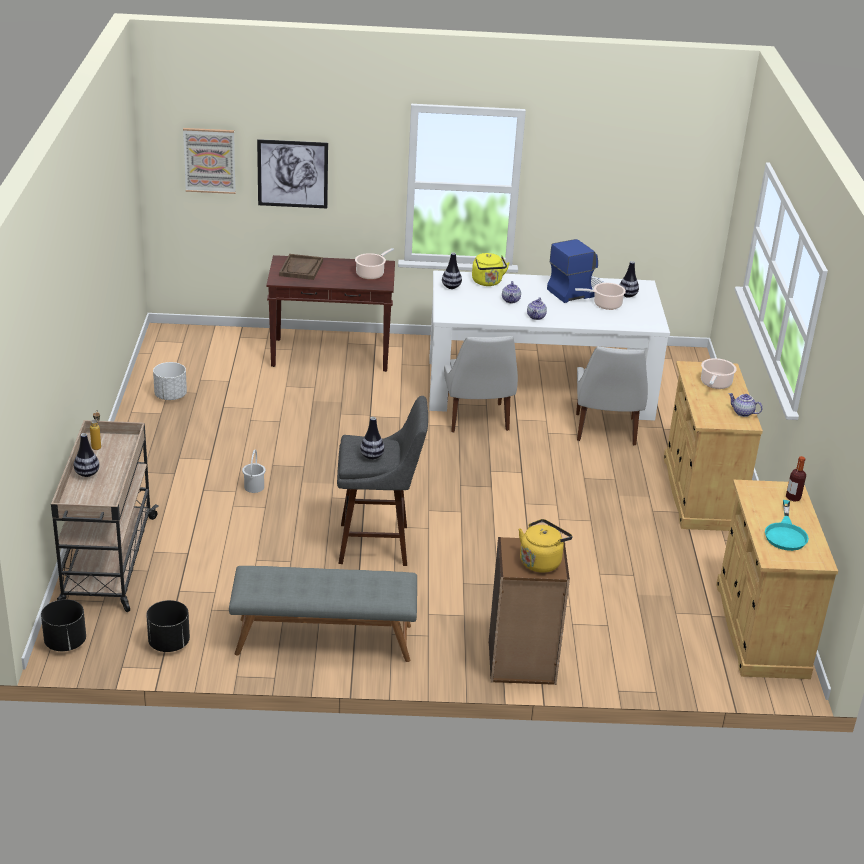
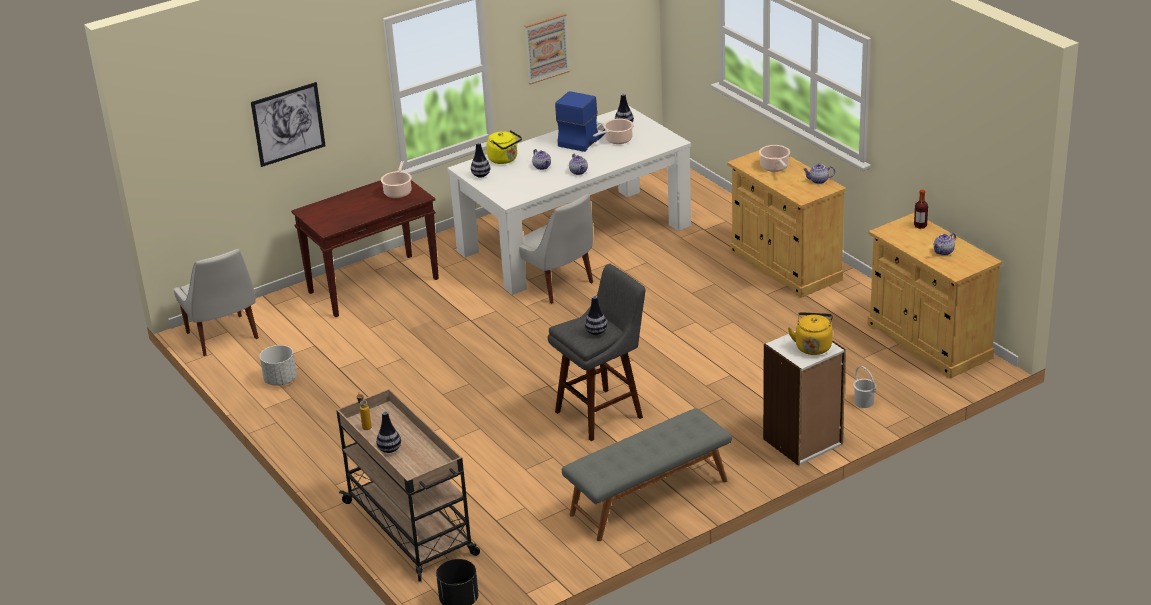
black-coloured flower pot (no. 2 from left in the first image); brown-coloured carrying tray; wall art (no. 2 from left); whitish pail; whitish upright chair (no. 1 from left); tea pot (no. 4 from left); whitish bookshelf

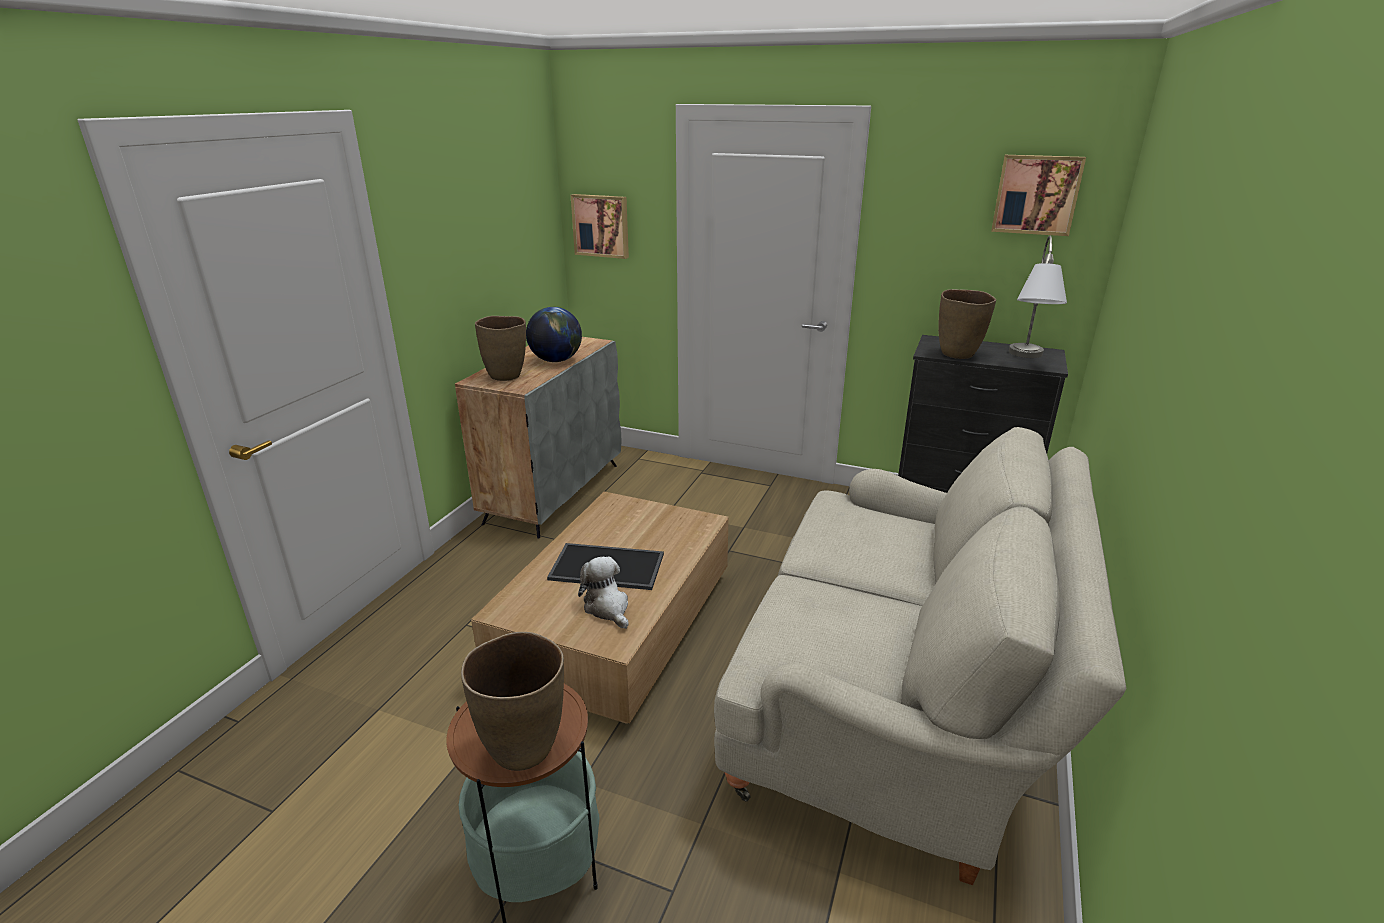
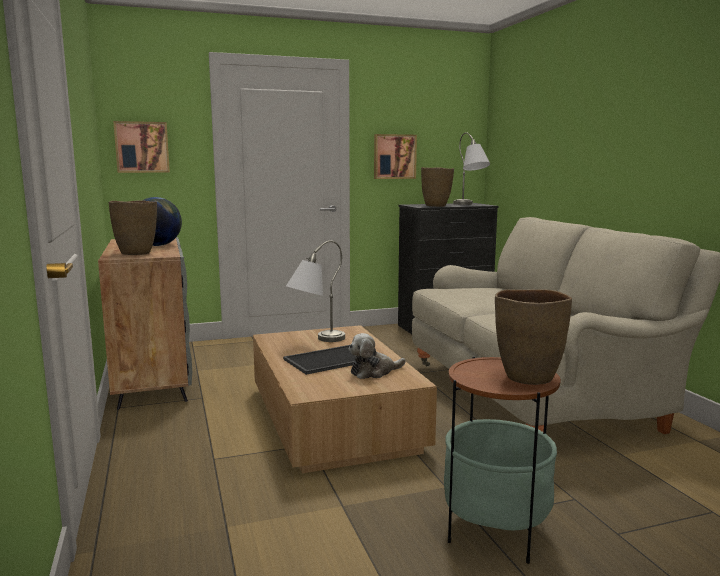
greyish table lamp (no. 1 from left); wall art (no. 2 from left); cuddly toy

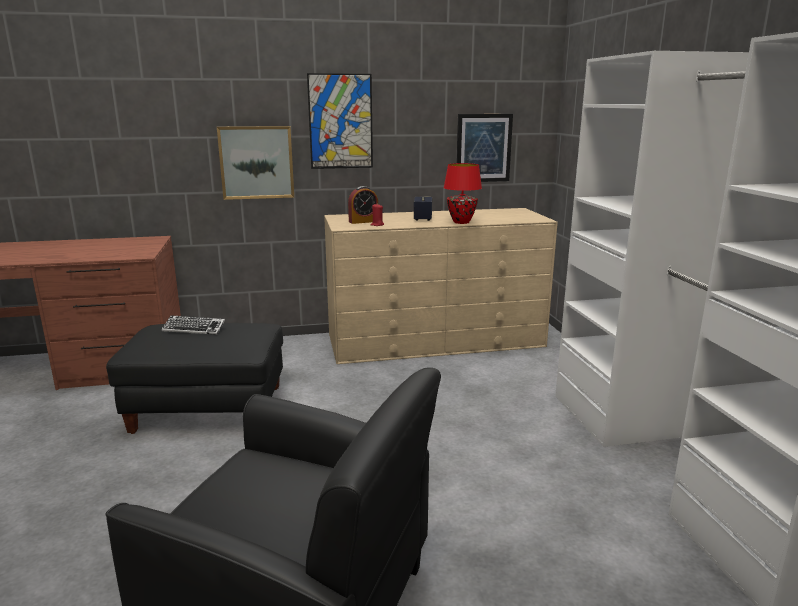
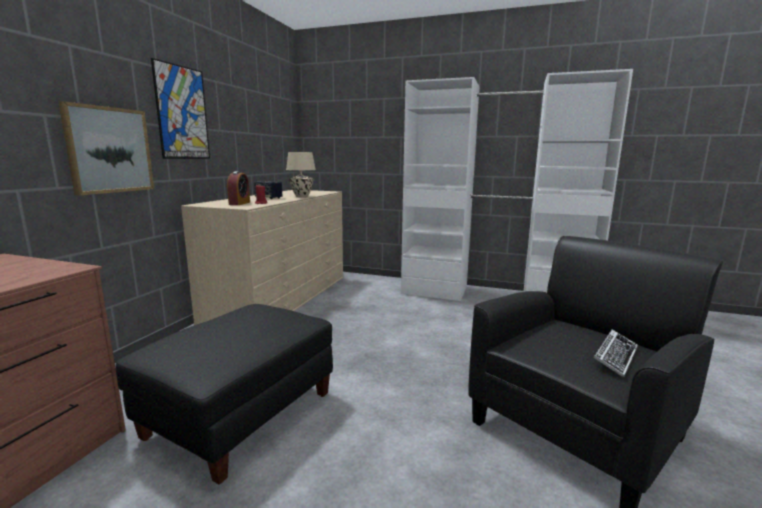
wall art (no. 3 from left in the first image); computer keyboard; beige table lamp

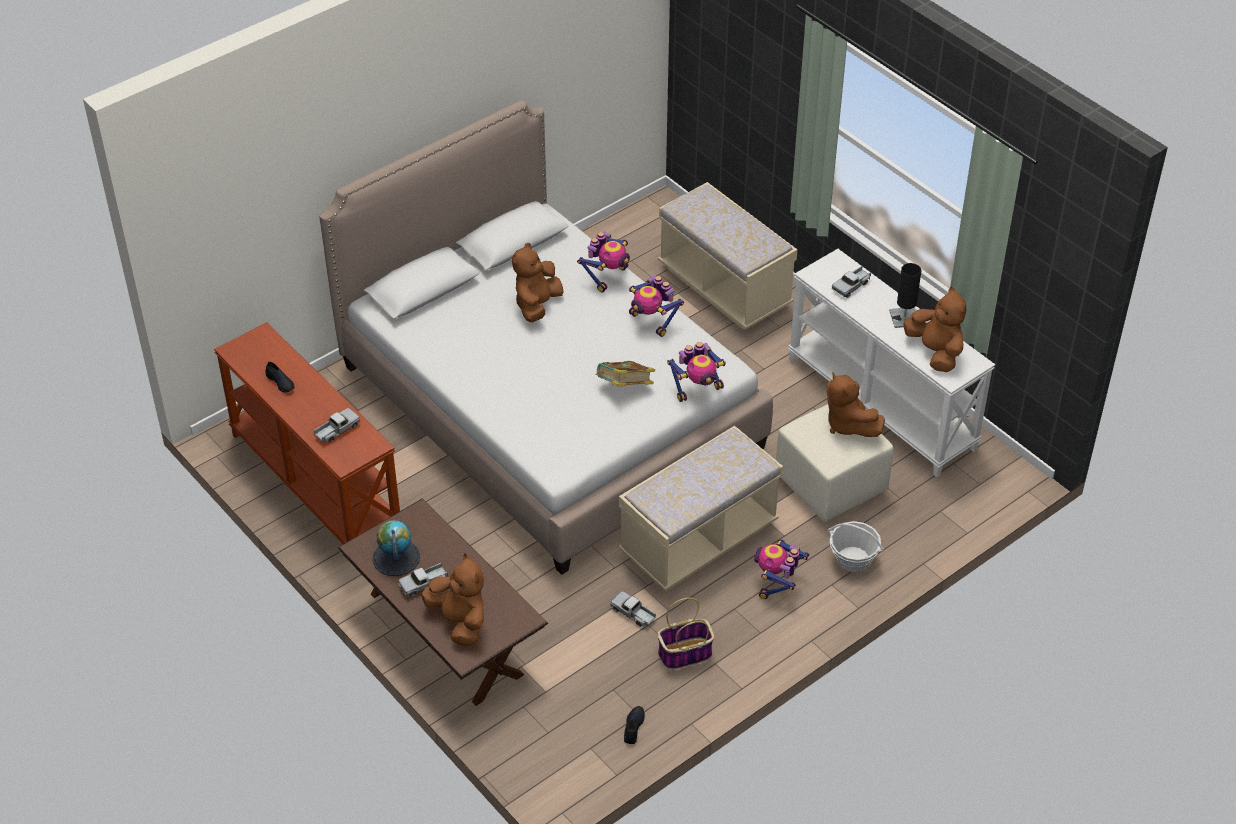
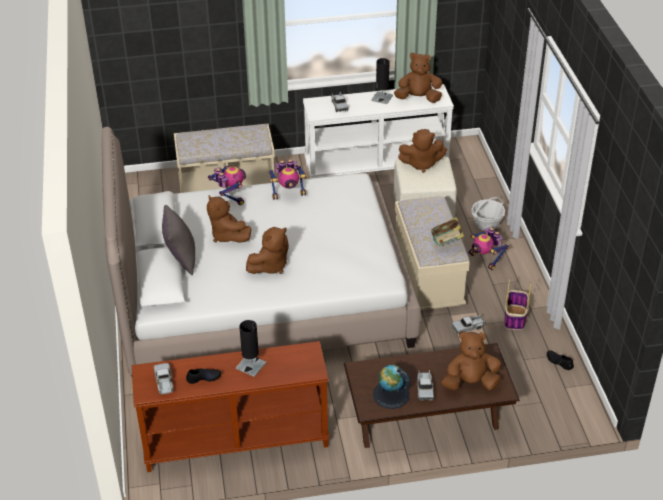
model robot (no. 3 from left in the first image); greyish pillow; black-coloured table lamp (no. 1 from left); brown-coloured cuddly toy (no. 2 from left); toy lorry (no. 1 from left); volume

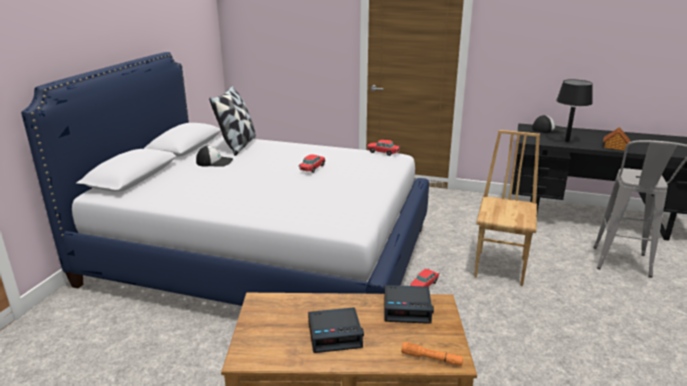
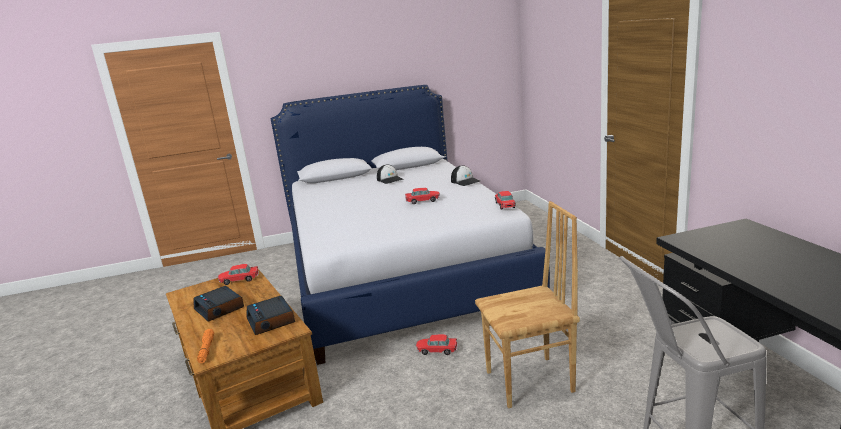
pillow; black-coloured table lamp; toy house; model car (no. 1 from left); peaked cap (no. 2 from left)

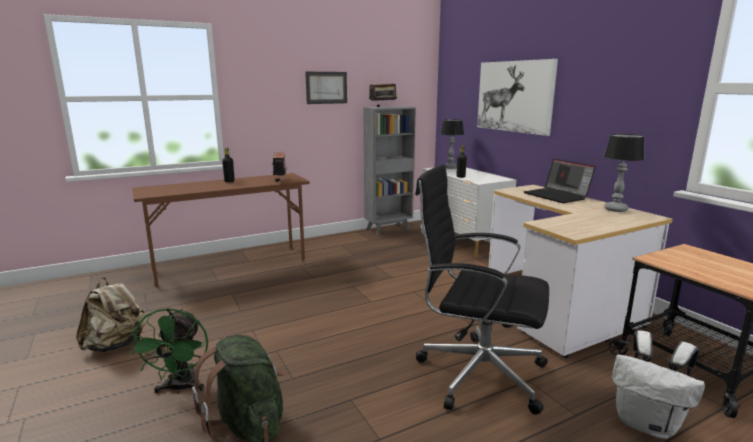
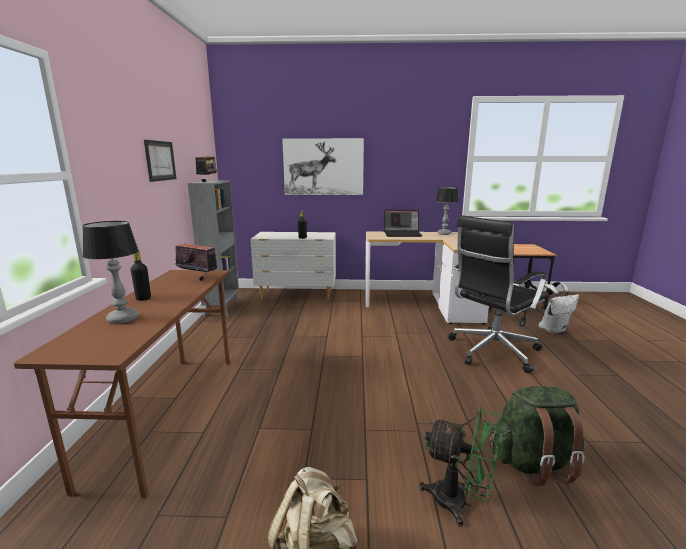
table lamp (no. 1 from left)

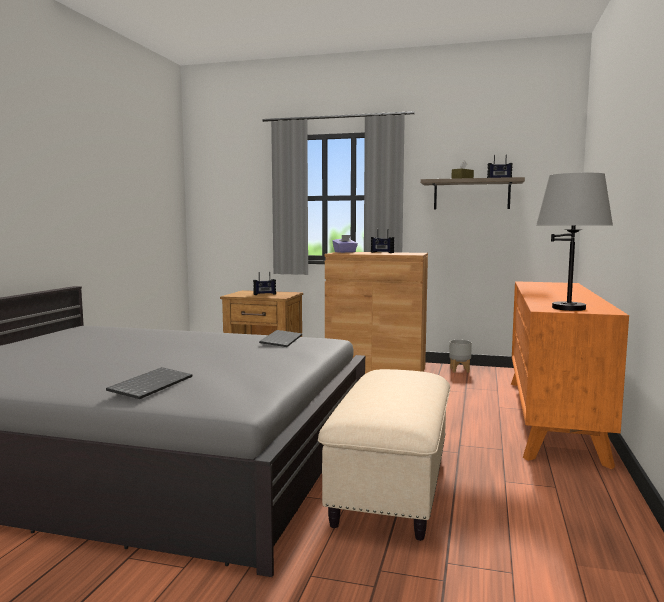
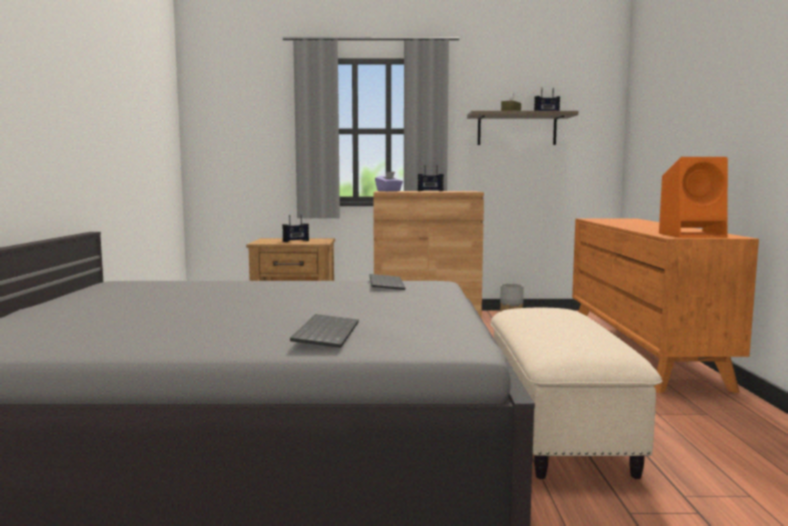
orange-coloured loudspeaker

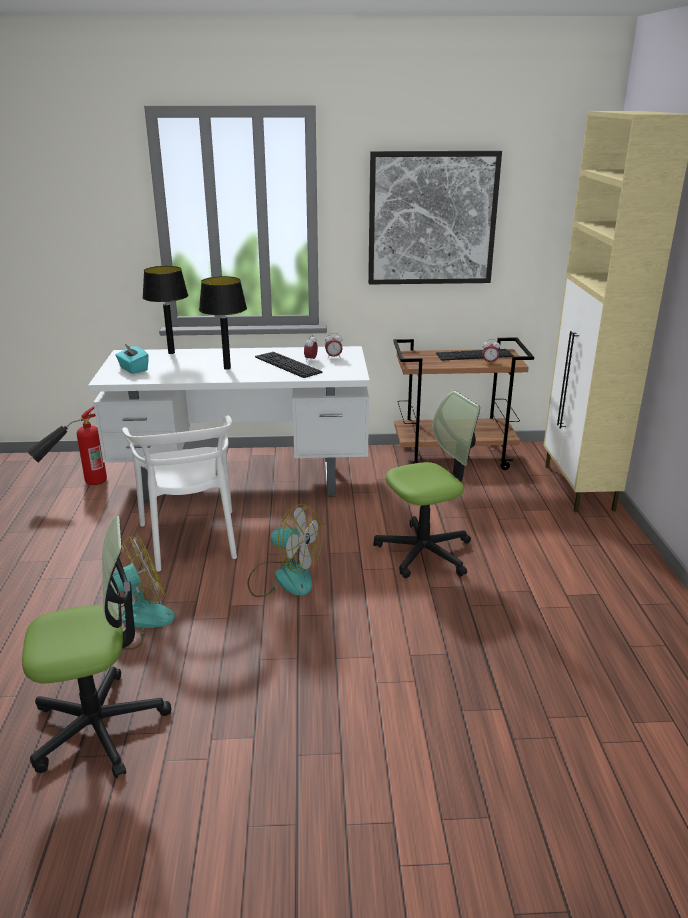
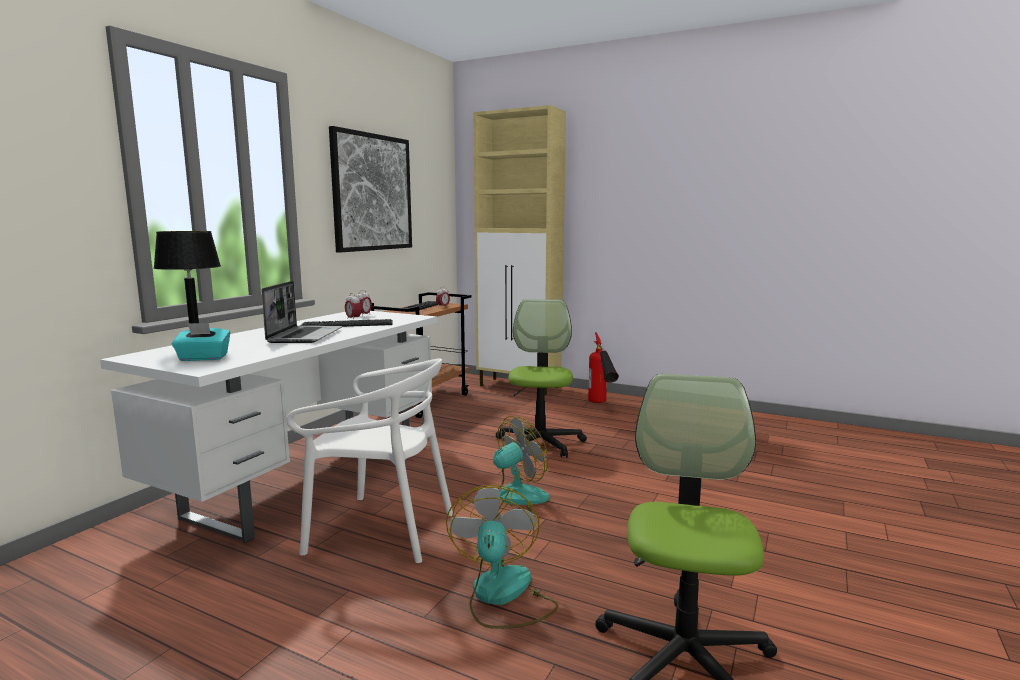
fire extinguisher; portable computer

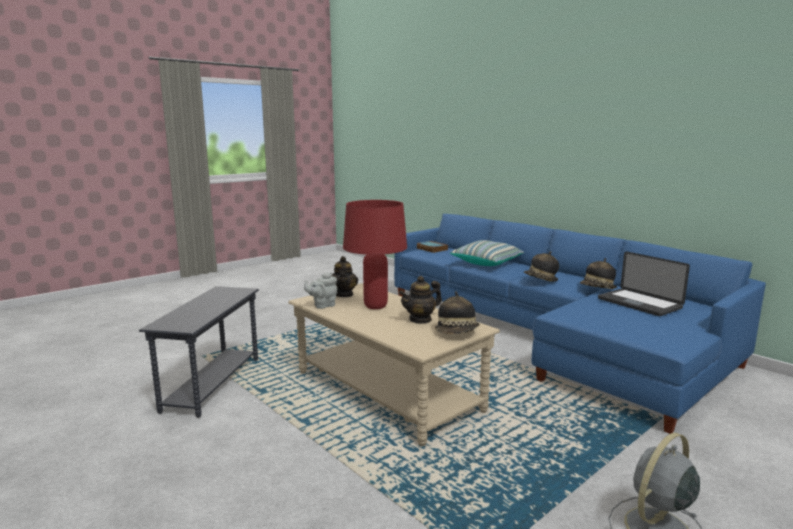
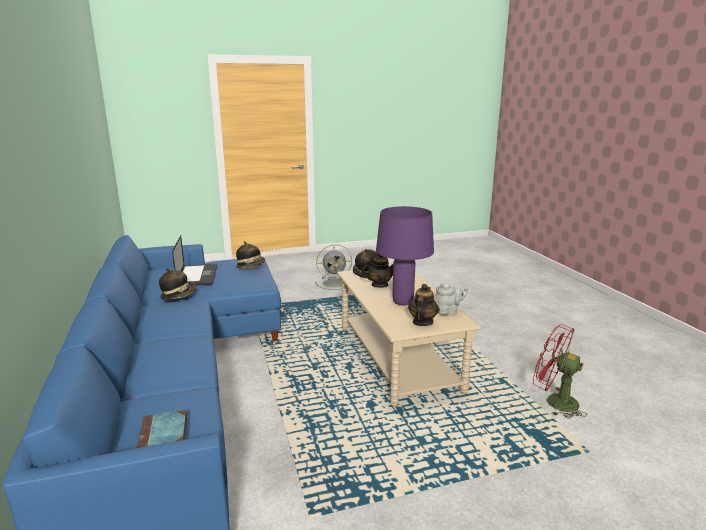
pillow; wearable hat (no. 2 from left); red-coloured electric fan; purple-coloured table lamp

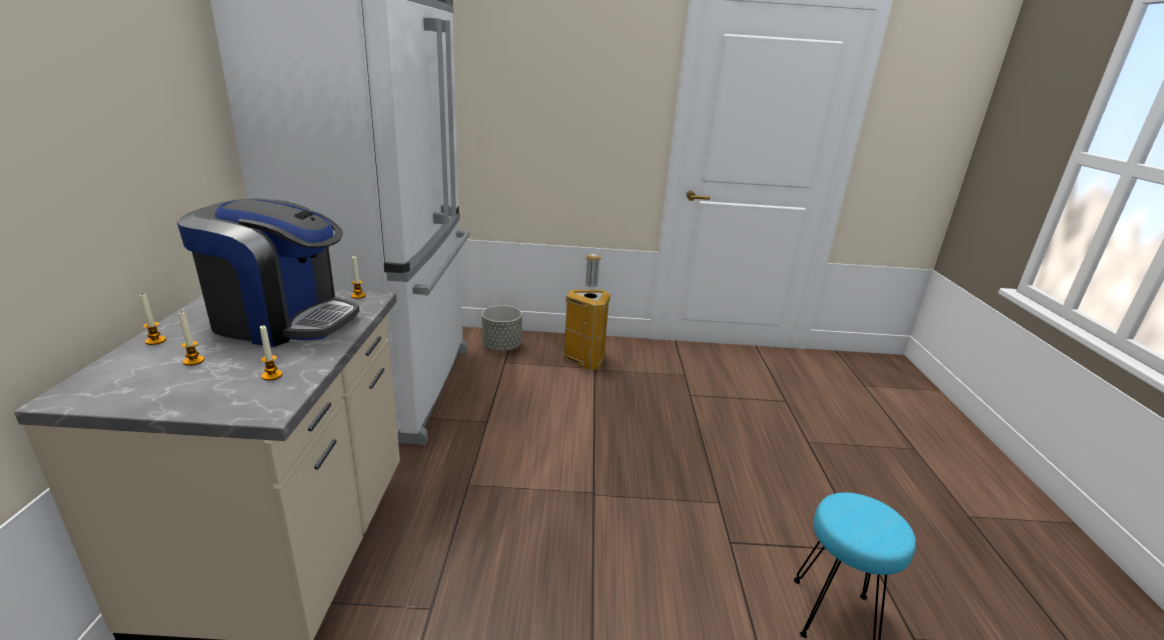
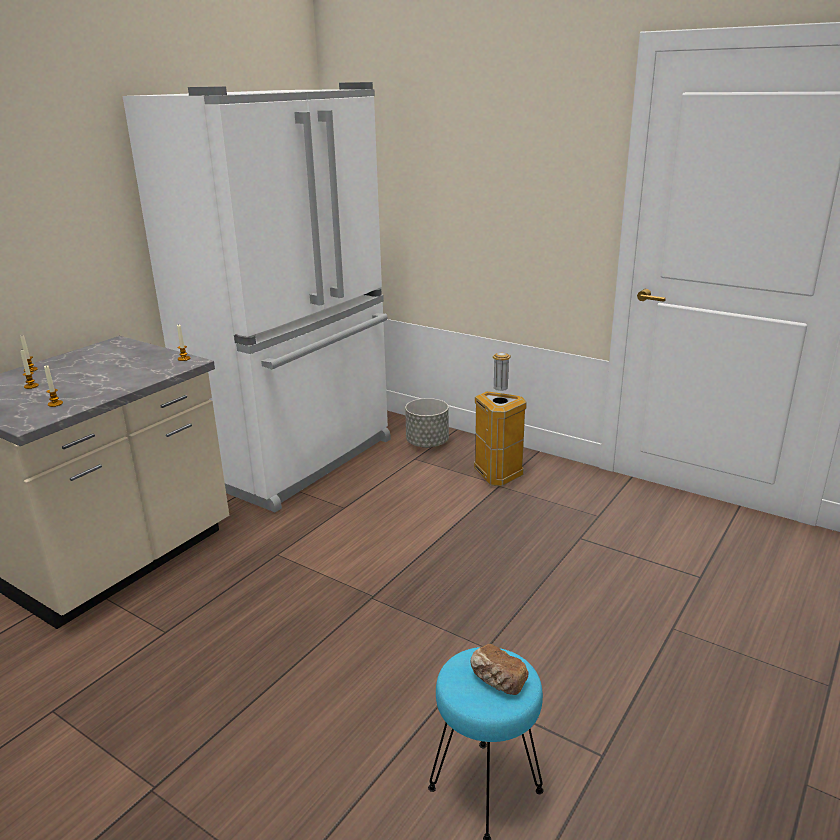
coffee machine; bread

